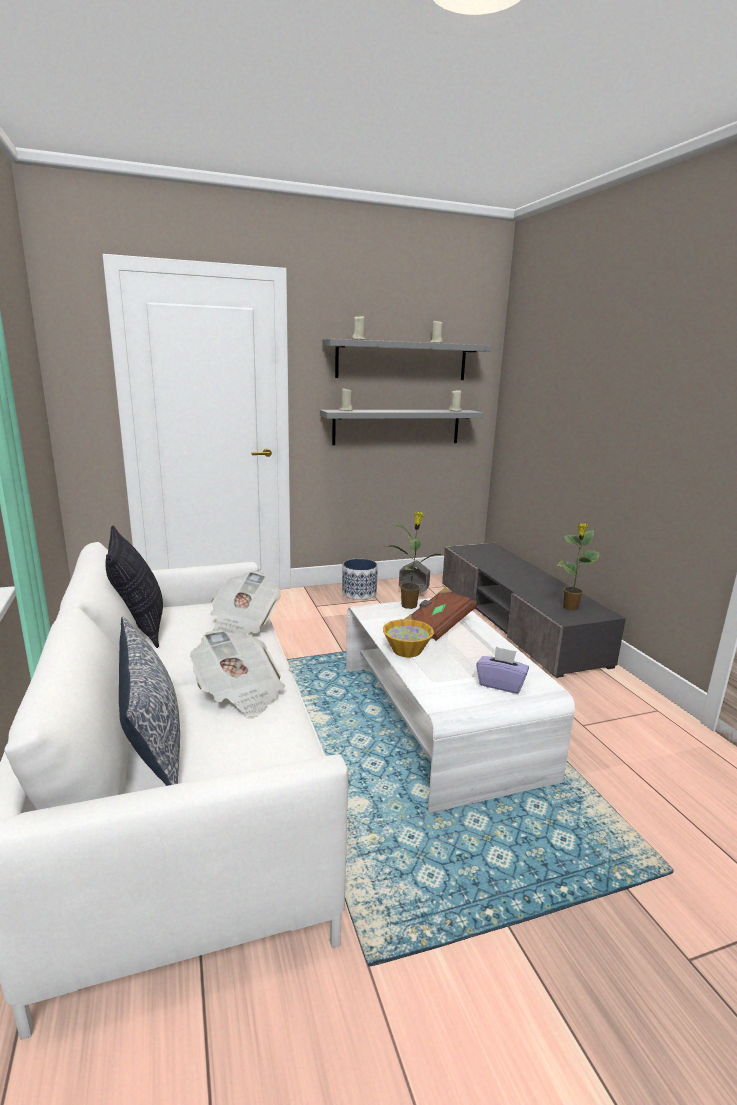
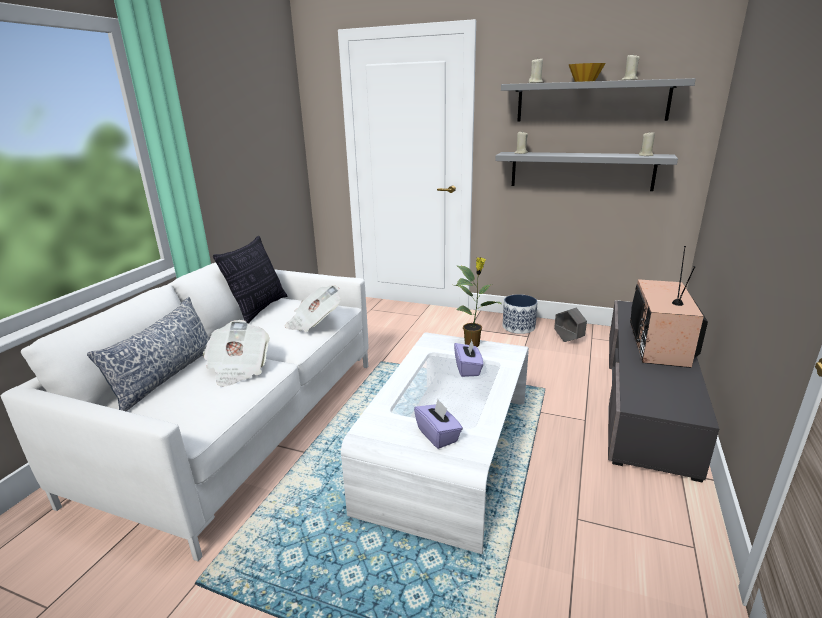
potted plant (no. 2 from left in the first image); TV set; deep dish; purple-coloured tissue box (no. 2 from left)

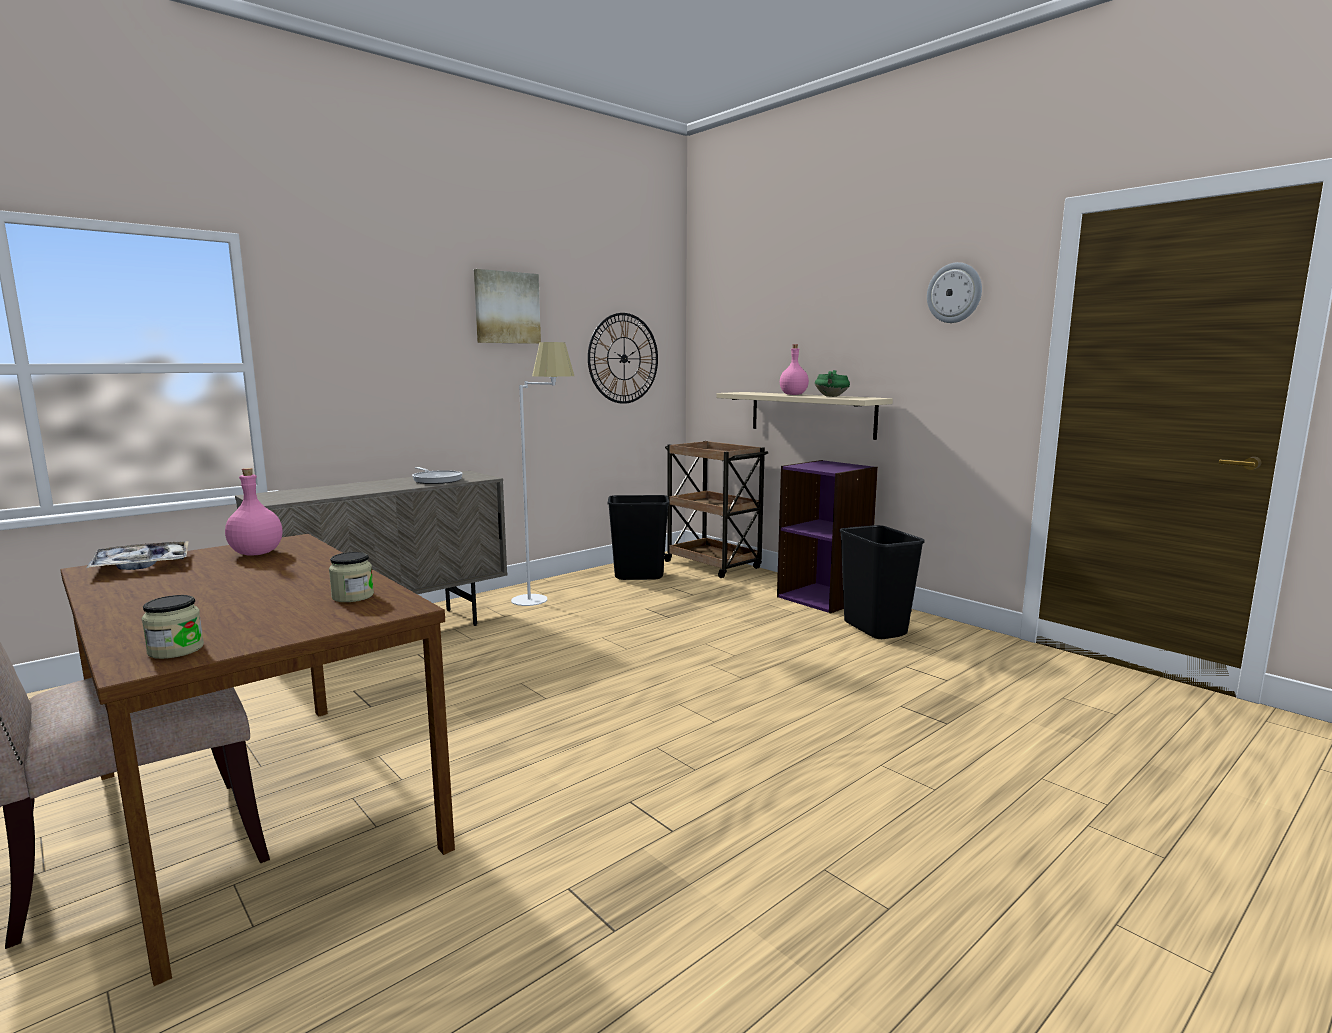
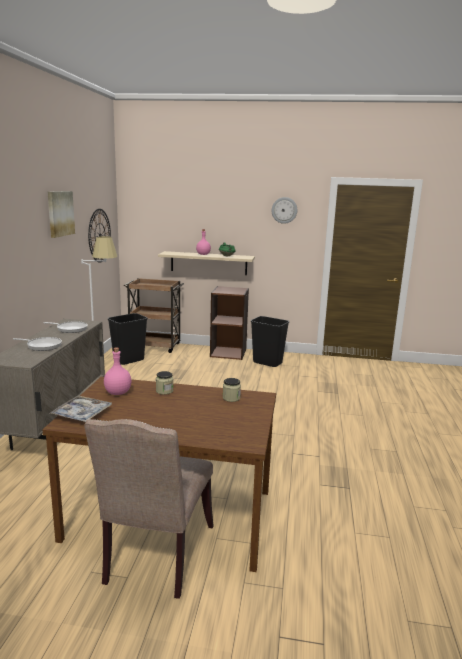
skillet (no. 1 from left); preserve jar (no. 1 from left); brown-coloured bookshelf

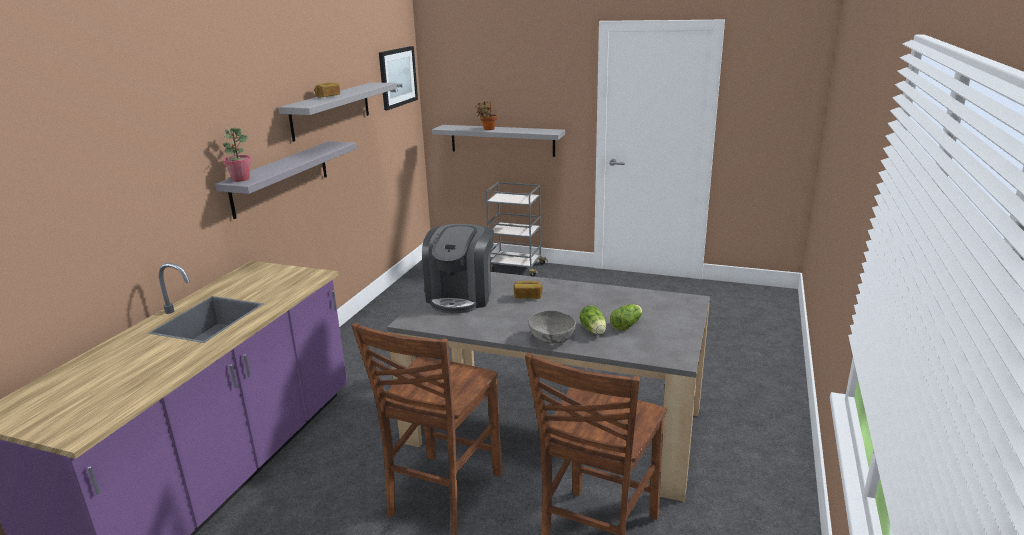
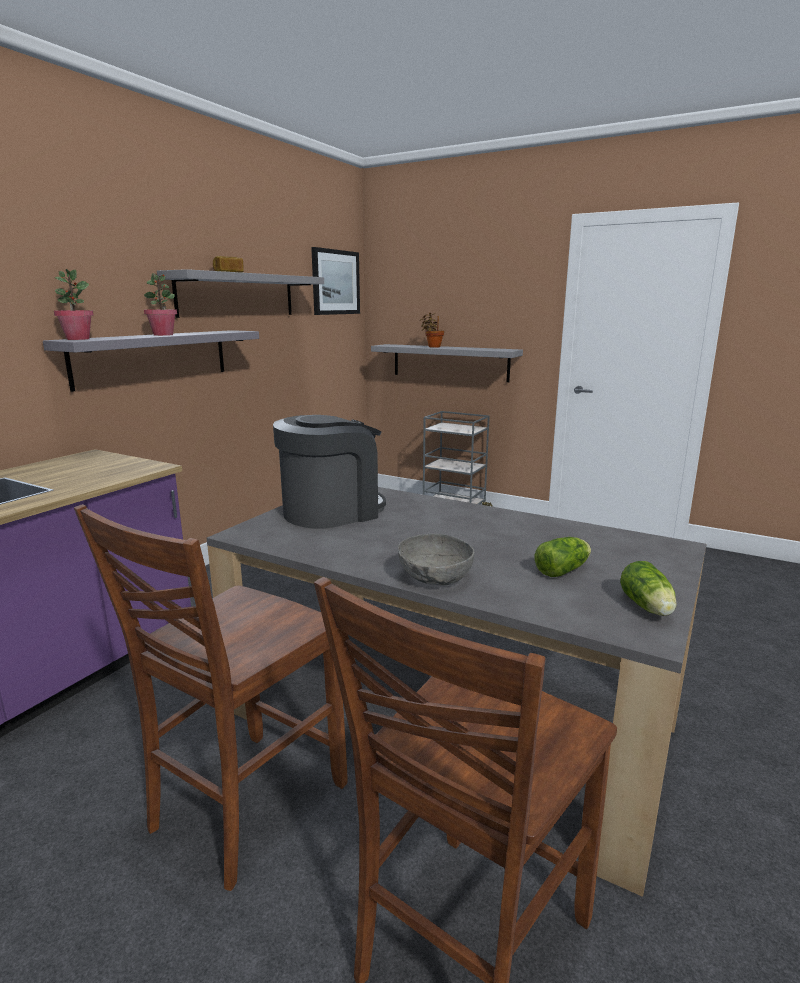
bread (no. 2 from left in the first image); potted plant (no. 2 from left); lettuce (no. 2 from left); coffee machine

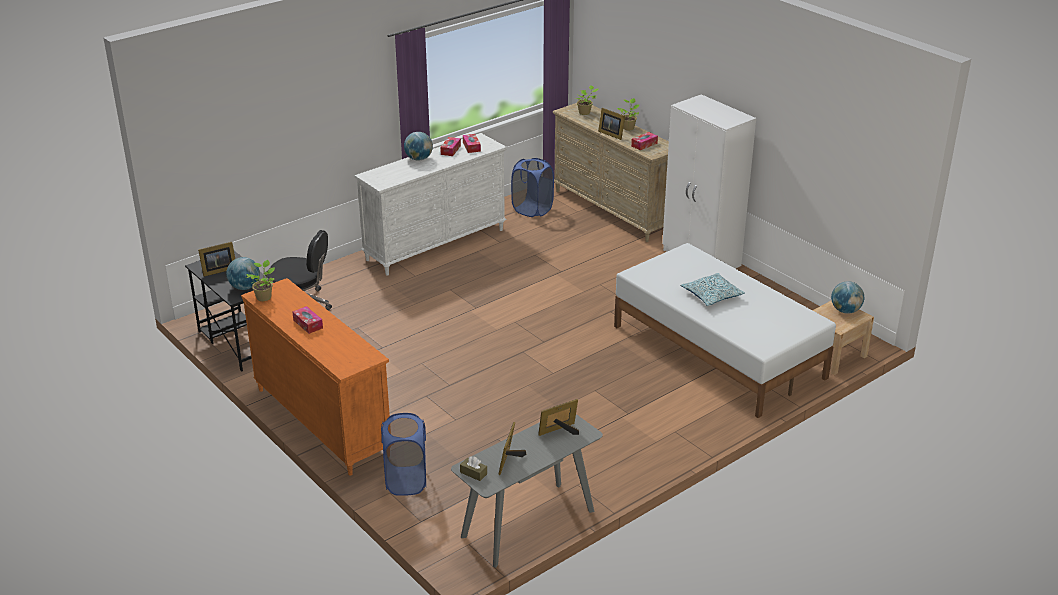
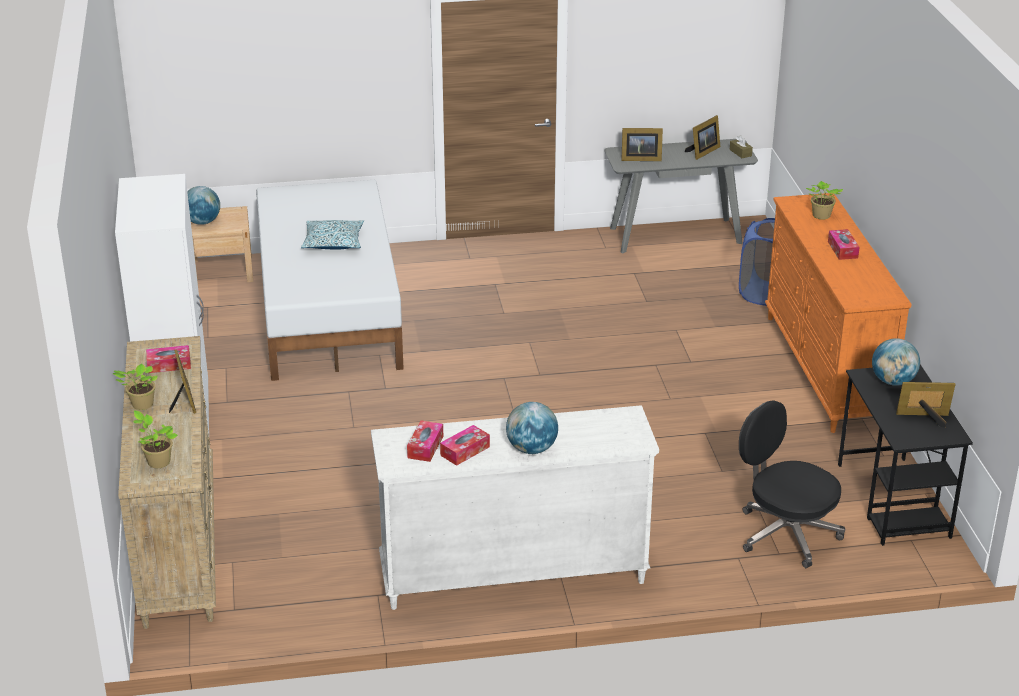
bluish washing basket (no. 2 from left in the first image); potted plant (no. 3 from left)

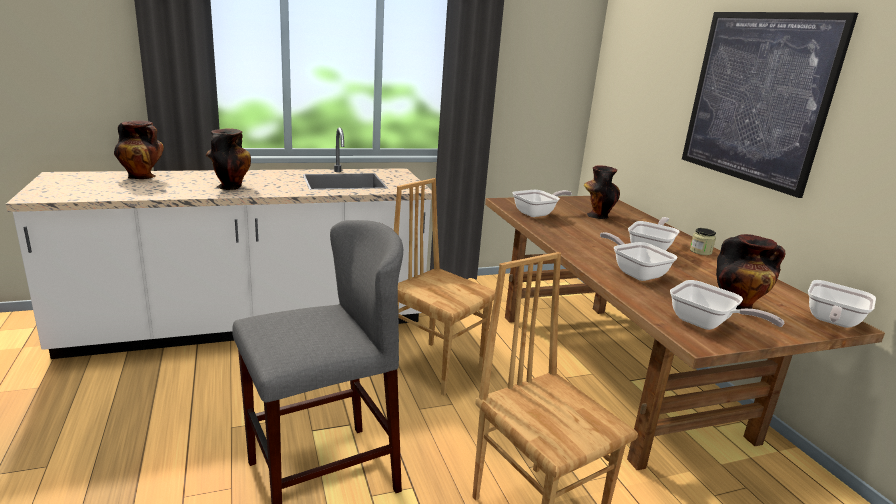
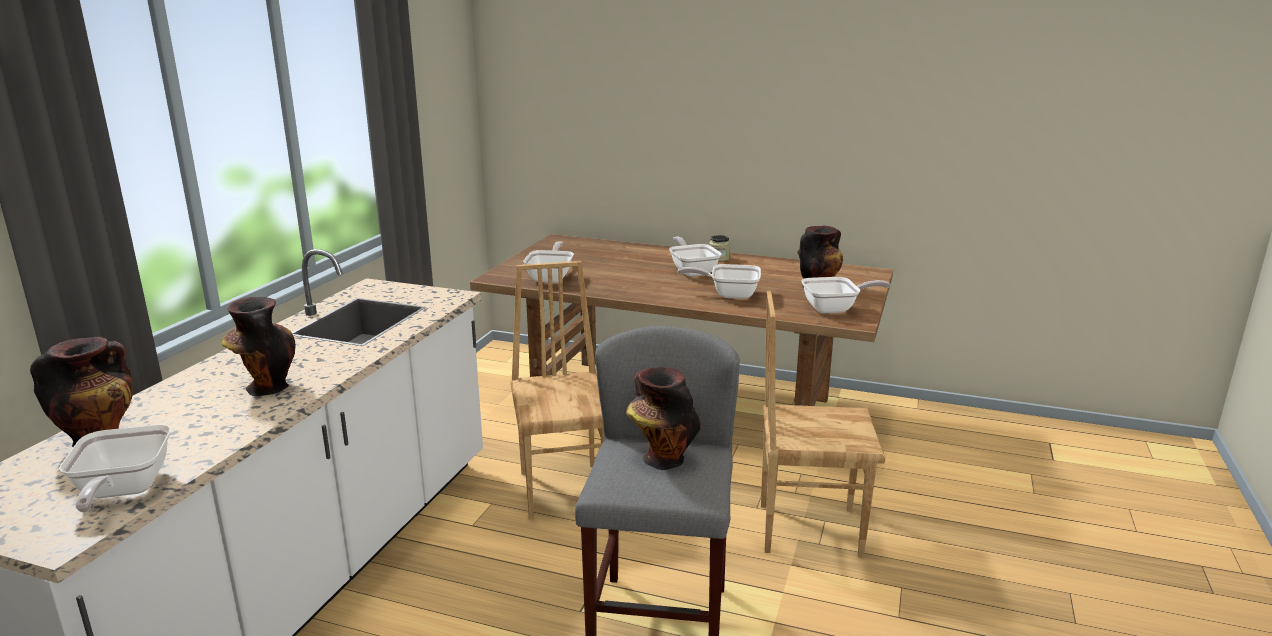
wall art; flower vase (no. 3 from left); skillet (no. 1 from left); brown-coloured upright chair (no. 1 from left)

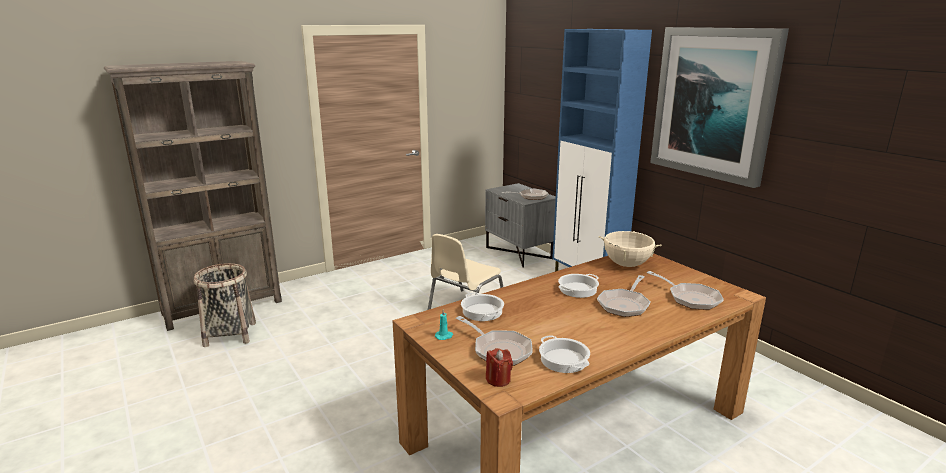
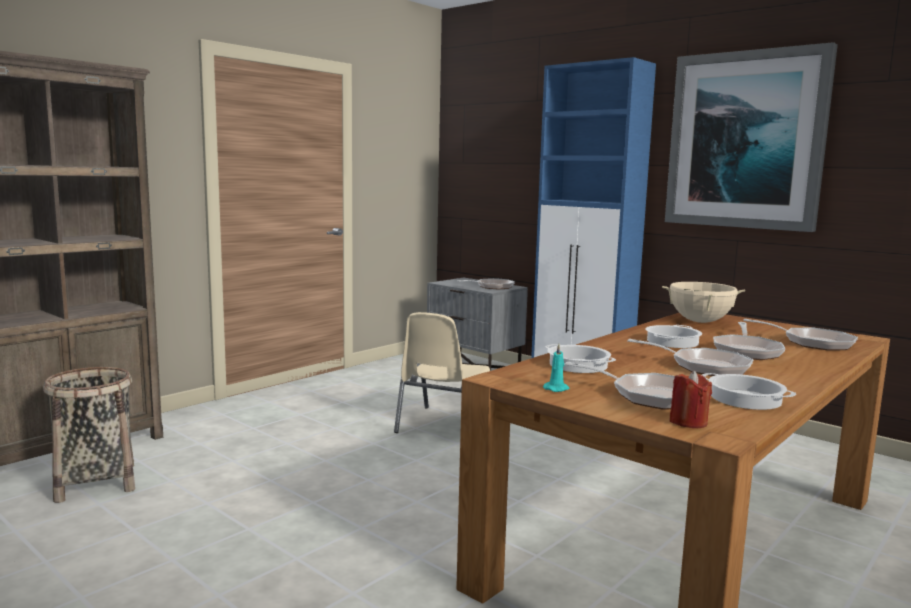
skillet (no. 3 from left)

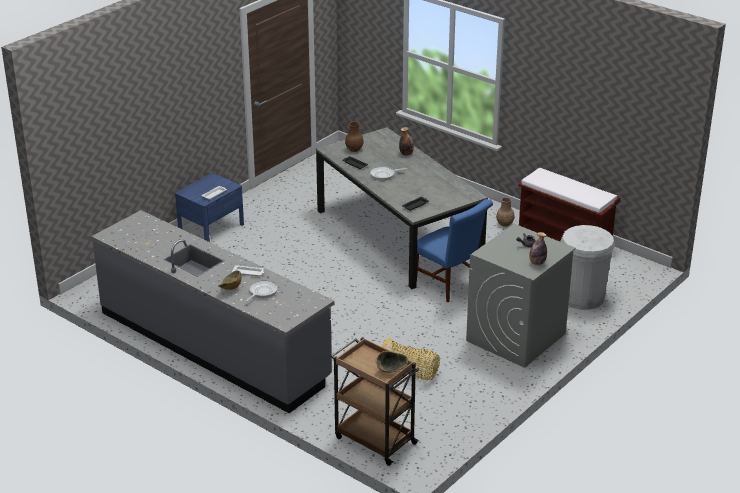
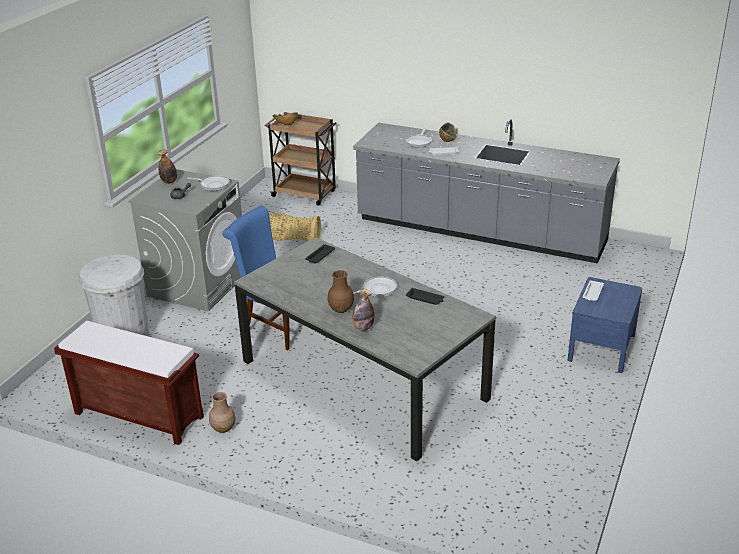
skillet (no. 1 from left); brown-coloured flower vase (no. 2 from left)

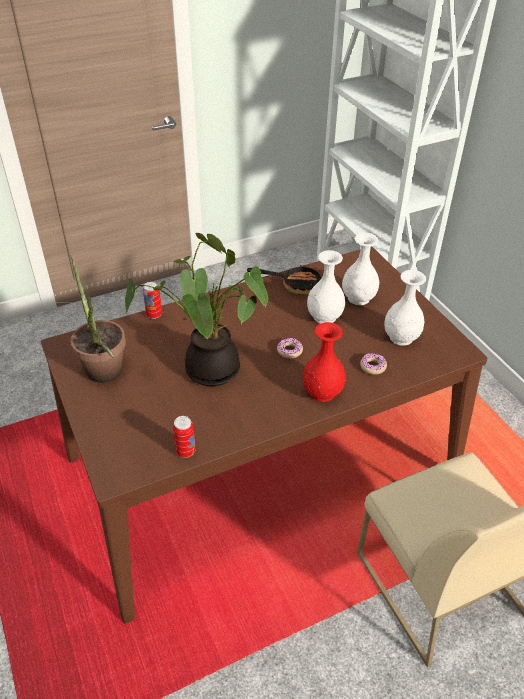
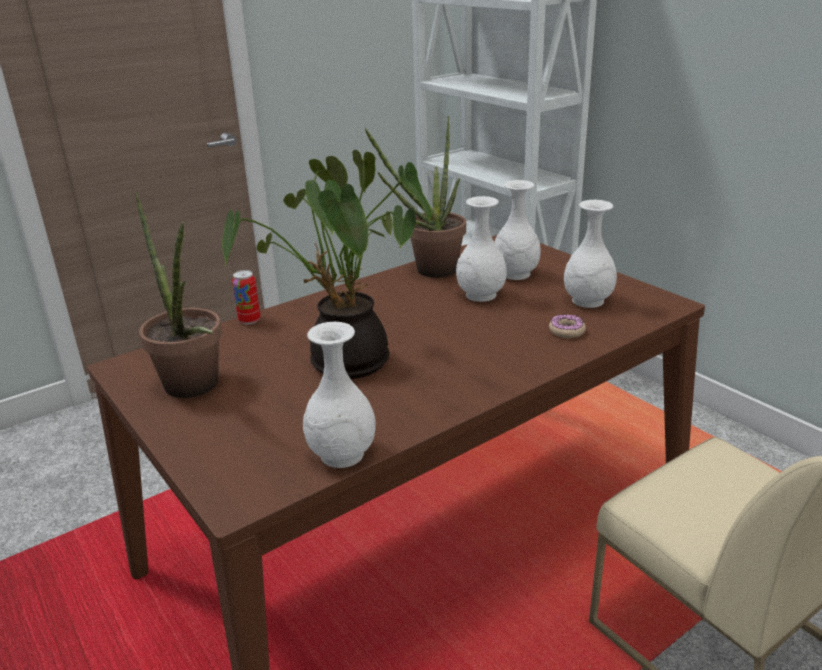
donut (no. 1 from left in the first image); red-coloured flower vase; whitish flower vase (no. 1 from left); potted plant (no. 3 from left)

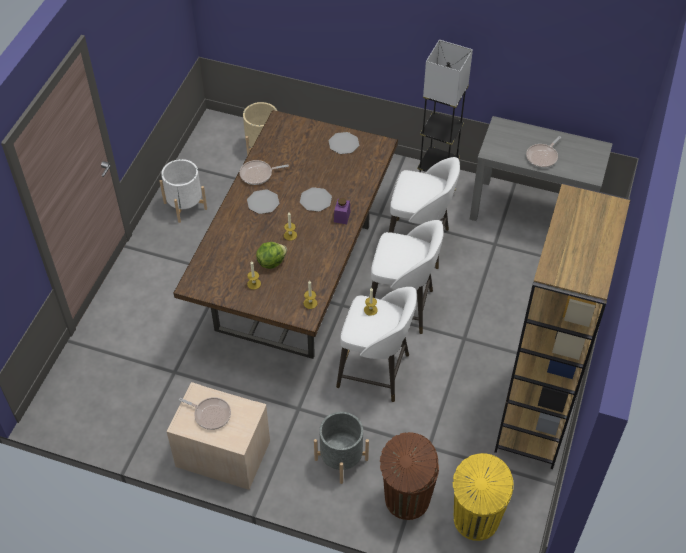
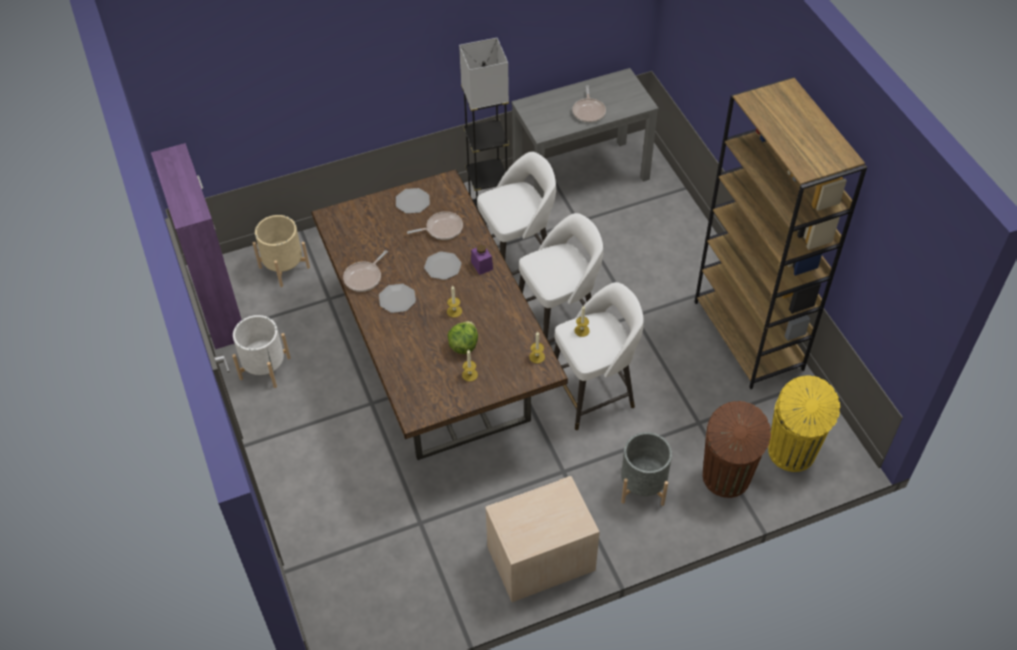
purple-coloured cabinet; skillet (no. 2 from left)

